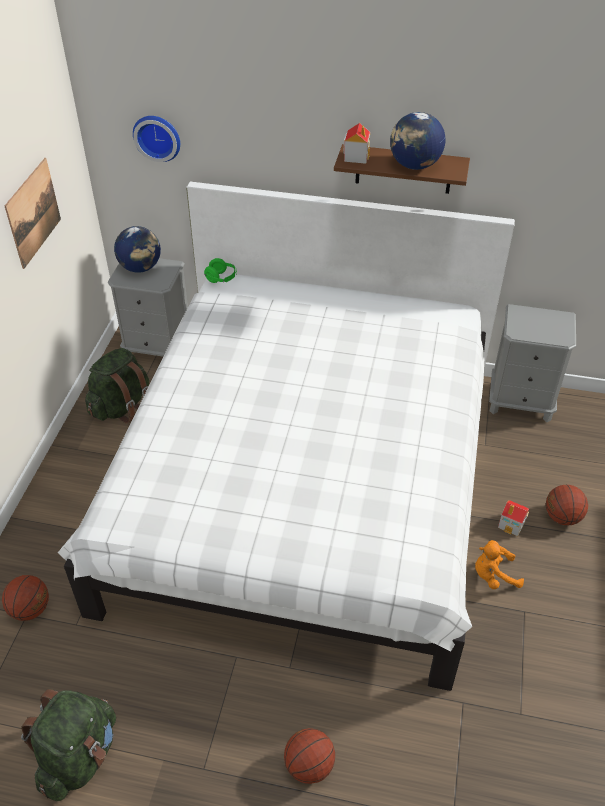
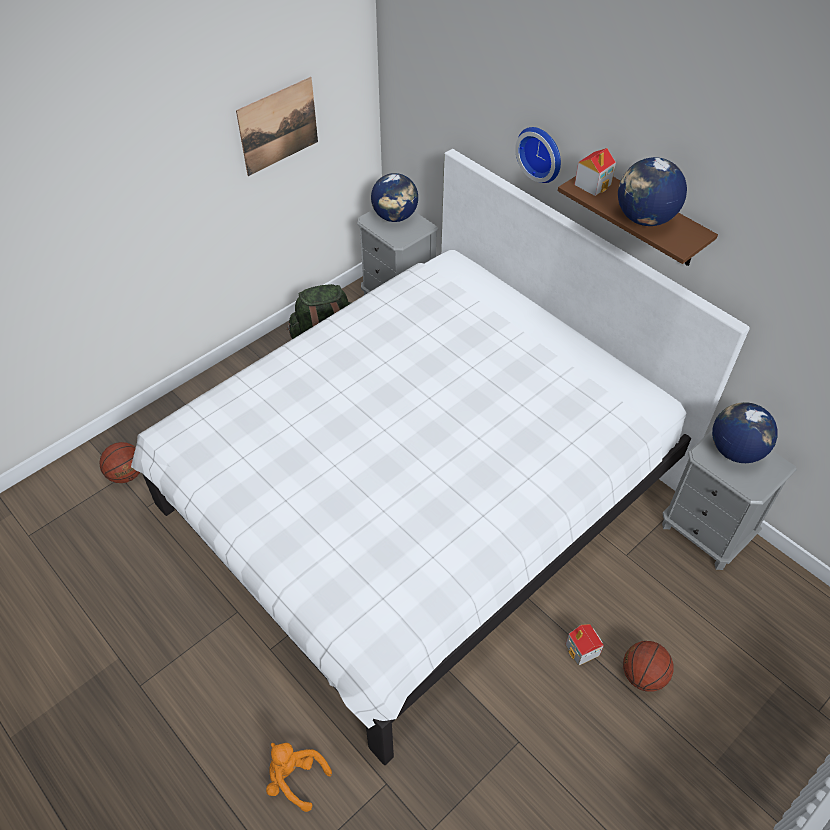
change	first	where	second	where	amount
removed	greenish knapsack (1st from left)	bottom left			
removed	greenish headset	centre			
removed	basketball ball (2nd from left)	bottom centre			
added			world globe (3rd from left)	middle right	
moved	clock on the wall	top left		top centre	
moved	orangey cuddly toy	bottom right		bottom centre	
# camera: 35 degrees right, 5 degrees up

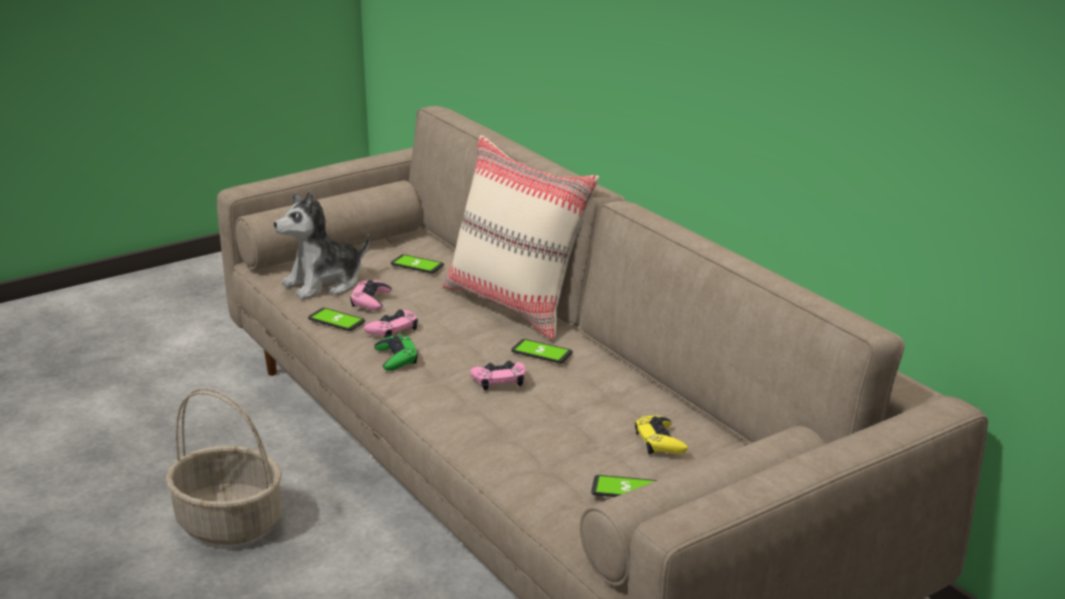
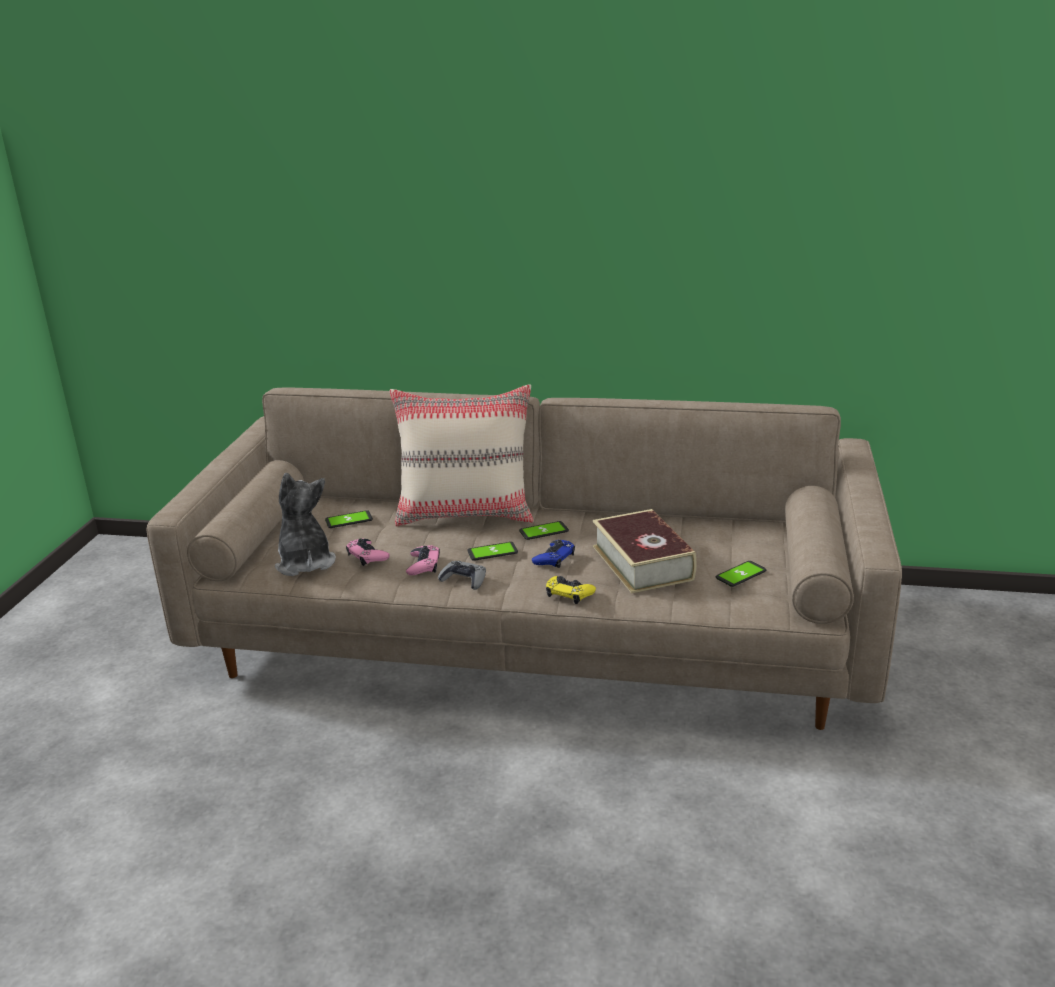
change	first	where	second	where	amount
removed	basket	bottom left			
added			bound book	centre	
moved	handset (1st from left in the first image)	middle left	handset (2nd from left)	centre	
moved	yellow-coloured gamepad	bottom centre		centre	
recoloured	greenish gamepad	centre	gray gamepad	centre	
recoloured	pinkish gamepad (3rd from left)	centre	blue-coloured gamepad	centre	
turned	cuddly toy	middle left		middle left	150 degrees clockwise
# camera: 45 degrees left, 0 degrees up

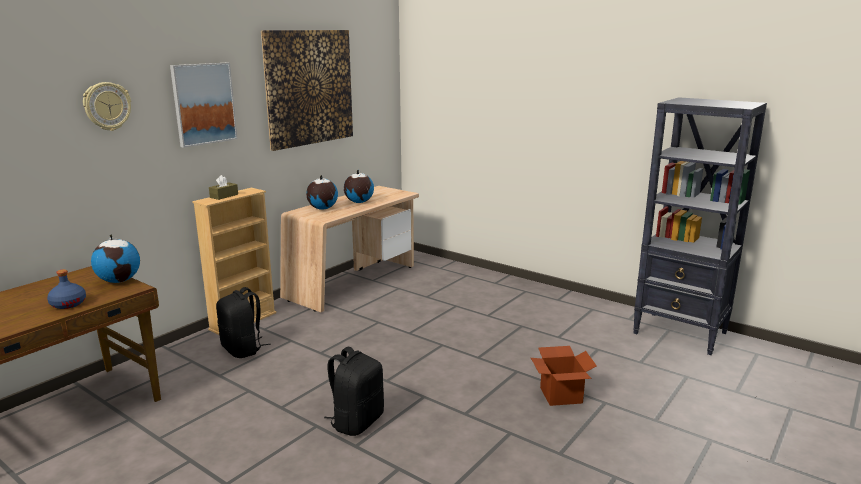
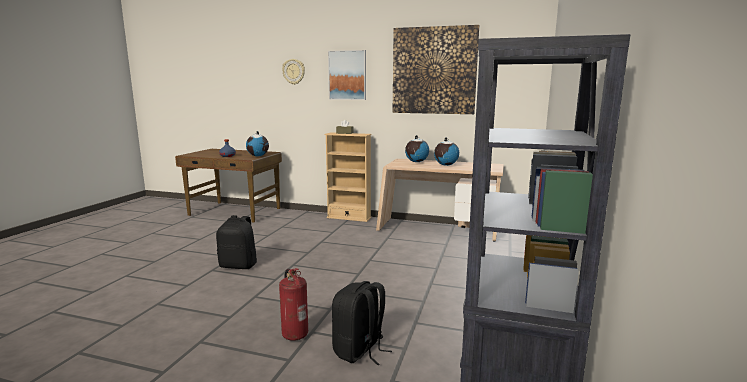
change	first	where	second	where	amount
moved	black-coloured knapsack (1st from left in the first image)	middle left	black-coloured knapsack (2nd from left)	bottom centre	
replaced	carton	bottom centre	fire extinguisher	bottom centre	
# camera: 70 degrees right, 5 degrees down

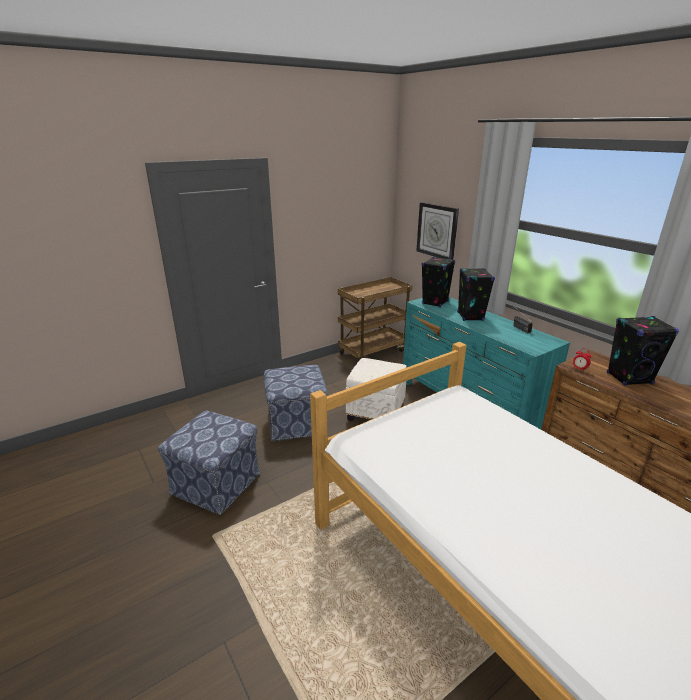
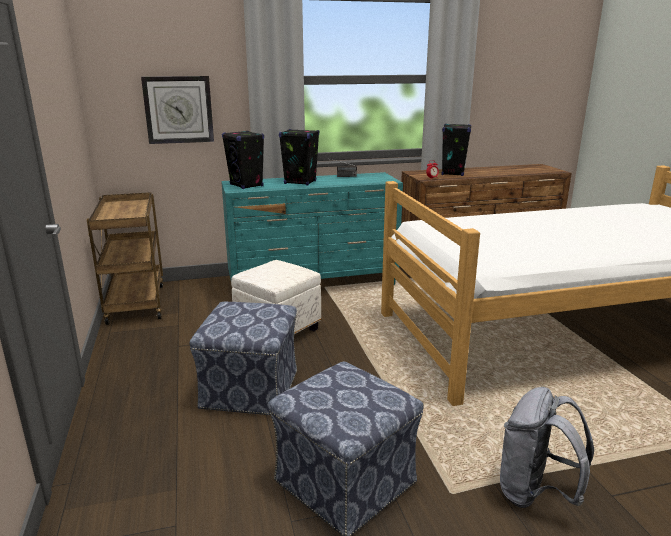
change	first	where	second	where	amount
added			gray knapsack	bottom right	
# camera: 70 degrees left, 5 degrees down

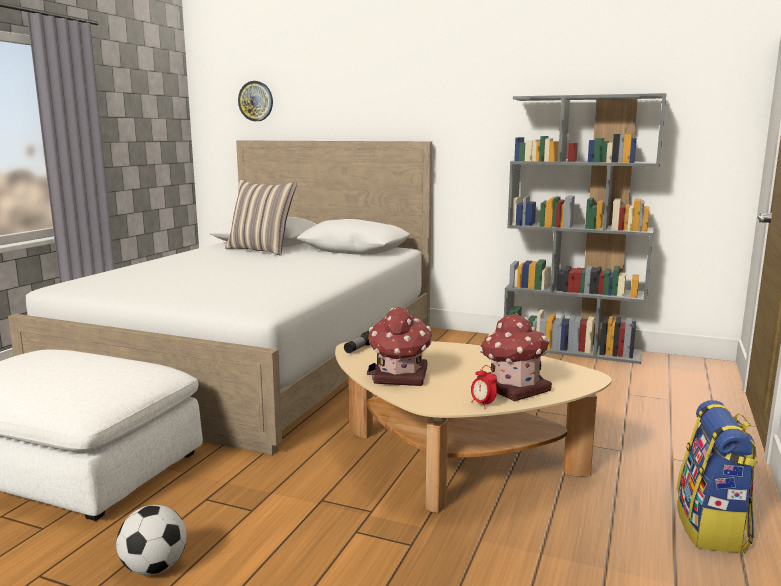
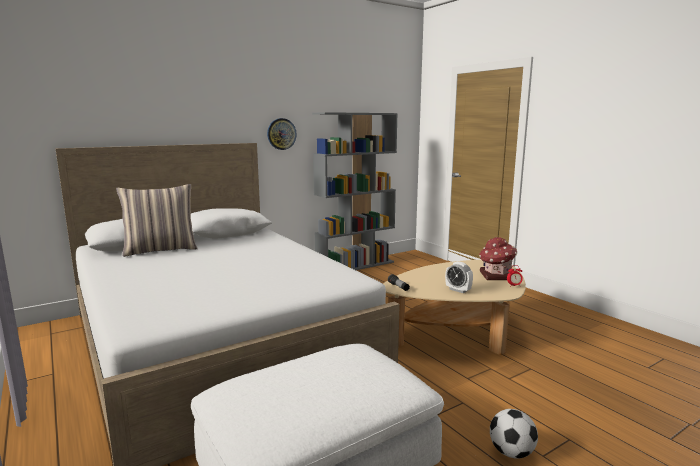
change	first	where	second	where	amount
removed	knapsack	bottom right			
moved	clock on the wall	top left		top centre	
replaced	miniature house (1st from left)	centre	alarm clock (1st from left)	centre	
# camera: 55 degrees left, 0 degrees up

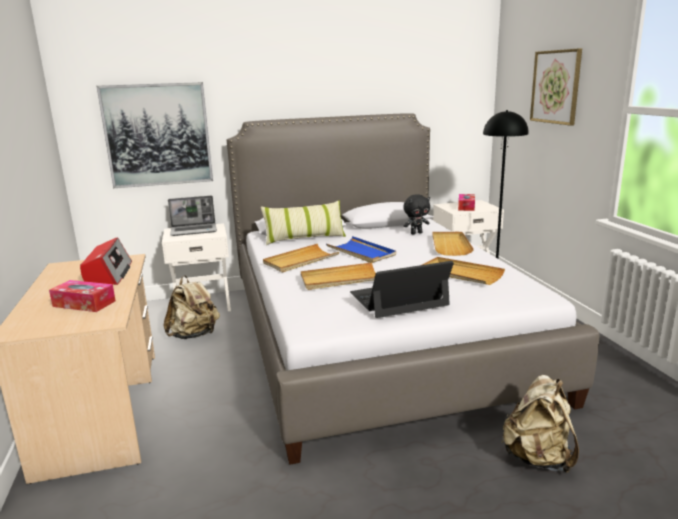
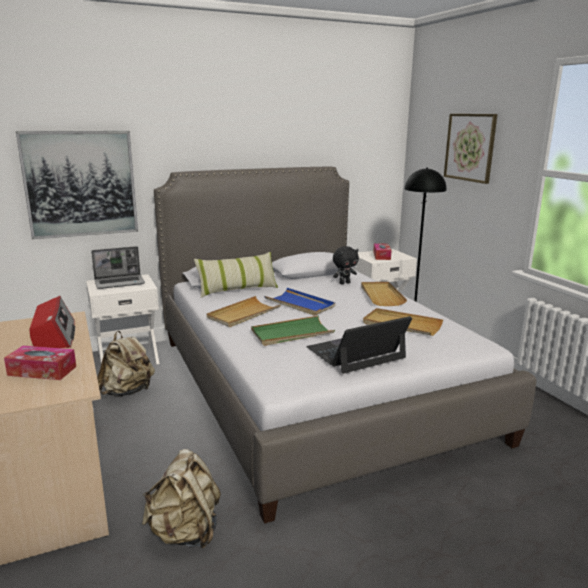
change	first	where	second	where	amount
moved	beige knapsack (2nd from left)	bottom right		bottom left	
recoloured	beige tray (2nd from left)	centre	greenish tray	centre	
# camera: 10 degrees left, 0 degrees up

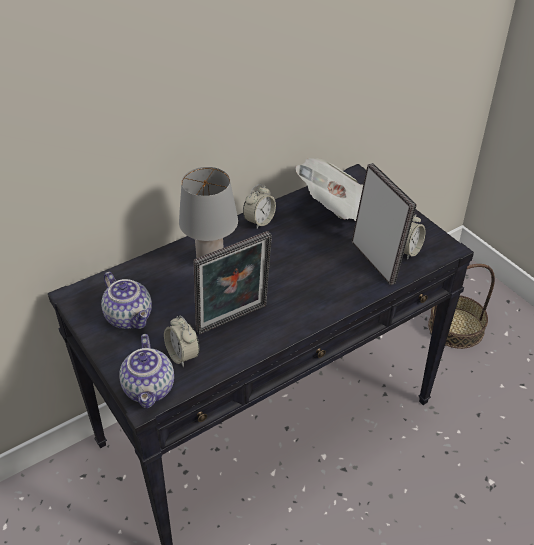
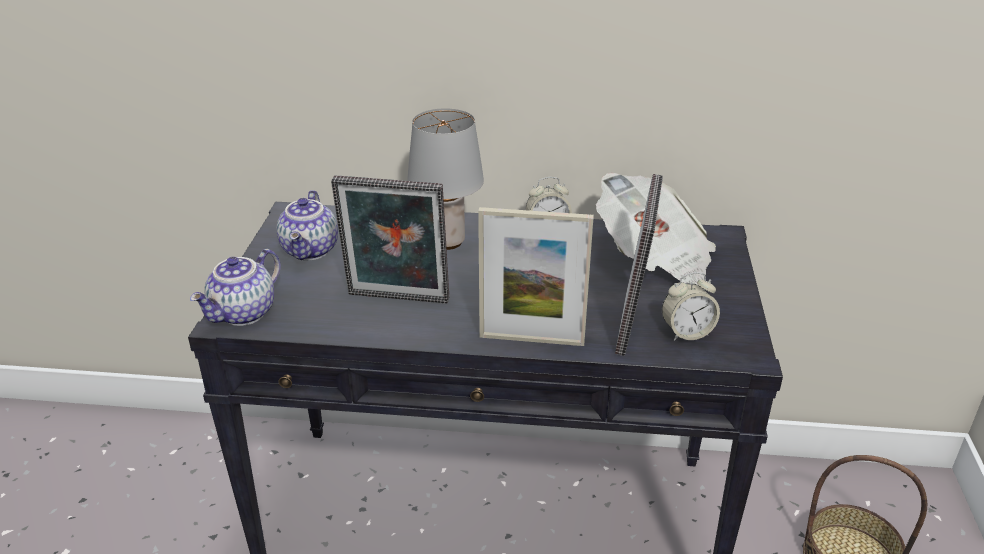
change	first	where	second	where	amount
removed	alarm clock (1st from left)	centre			
added			photo frame (2nd from left)	centre	
# camera: 40 degrees right, 10 degrees down

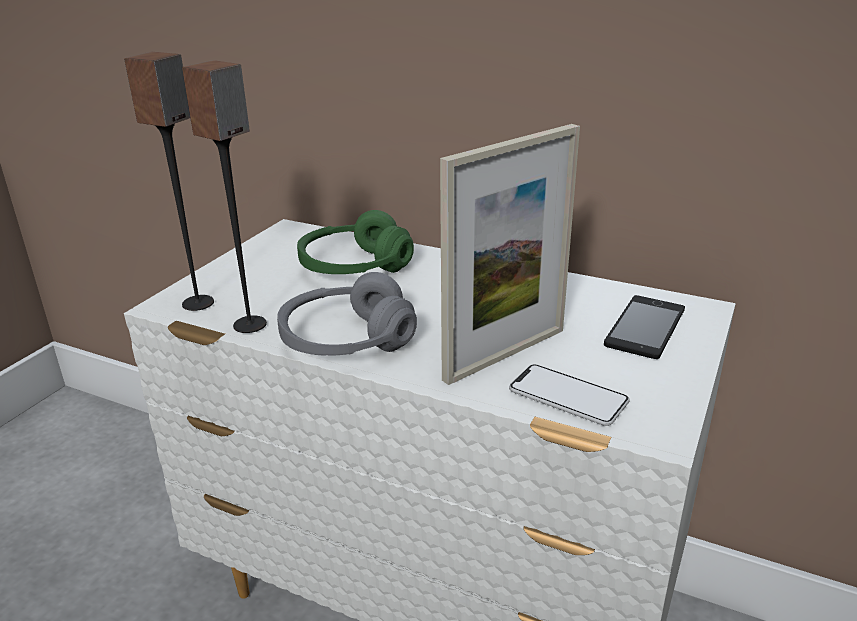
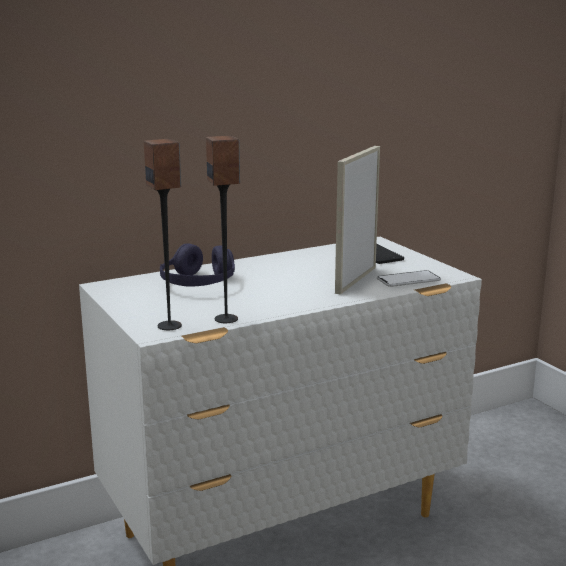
change	first	where	second	where	amount
removed	gray headset	centre			
recoloured	greenish headset	centre	purple-coloured headset	centre	
turned	photo frame	centre		centre	150 degrees counterclockwise
# camera: 55 degrees left, 10 degrees down

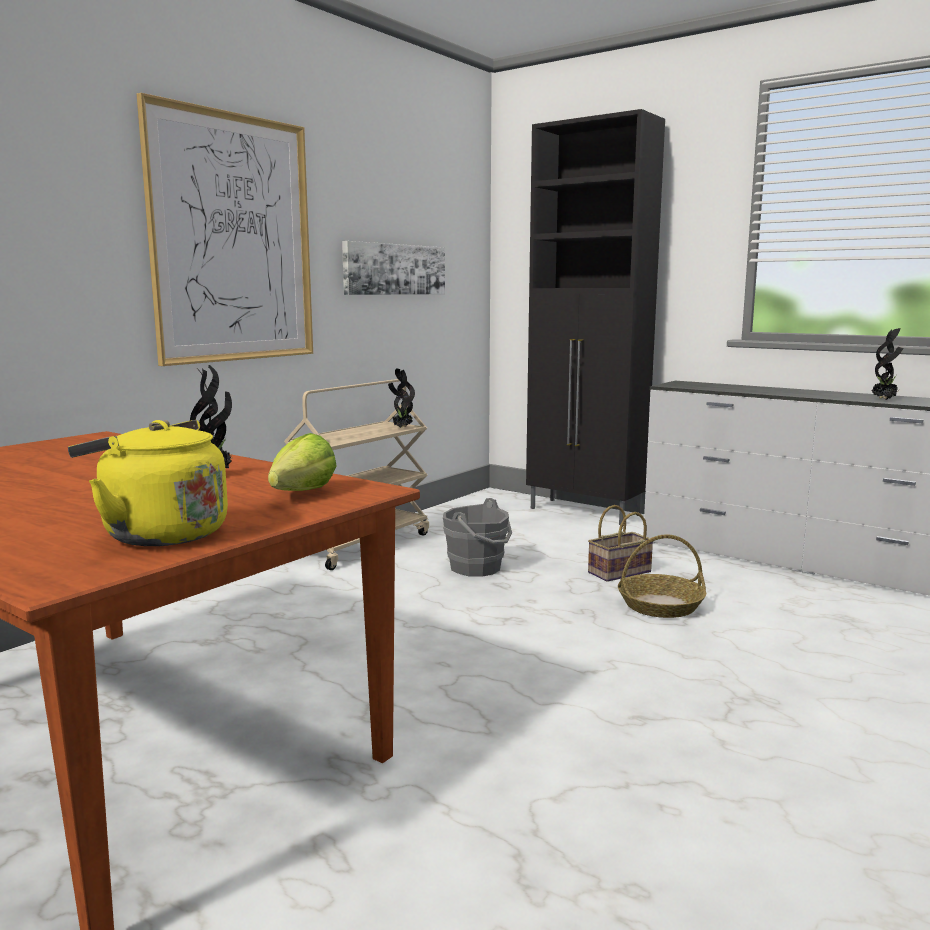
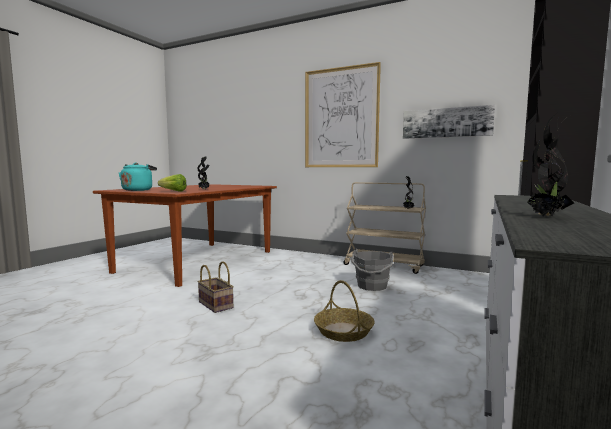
change	first	where	second	where	amount
moved	basket (1st from left)	middle right		bottom centre	
recoloured	yellow-coloured kettle	middle left	turquoise kettle	middle left	
# camera: 80 degrees right, 5 degrees down

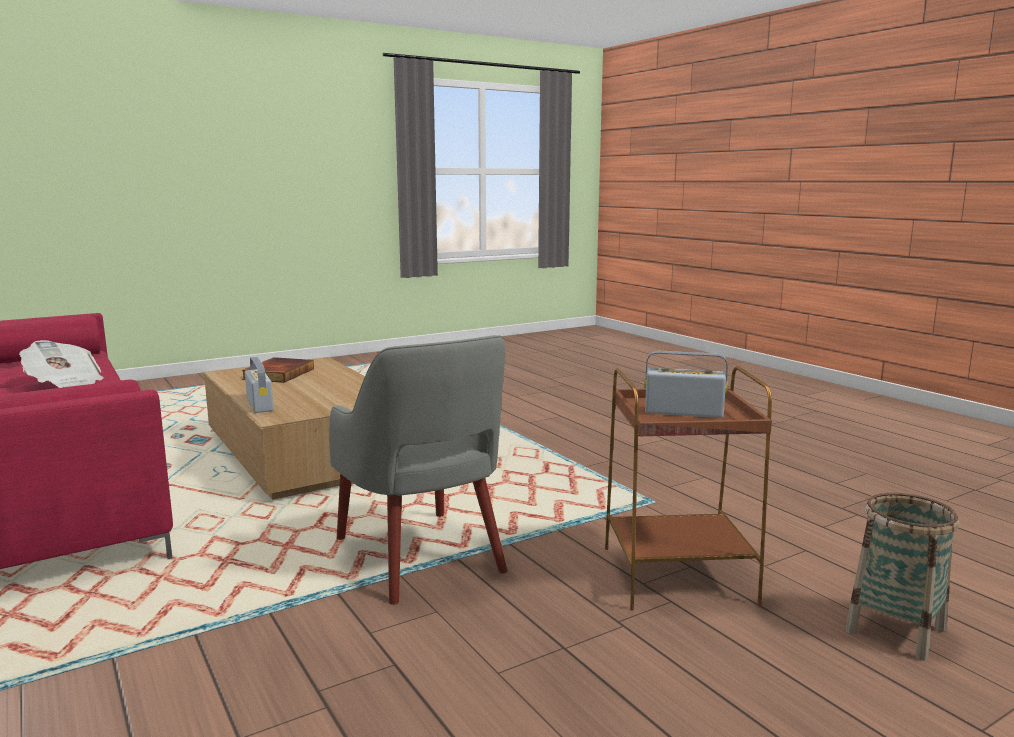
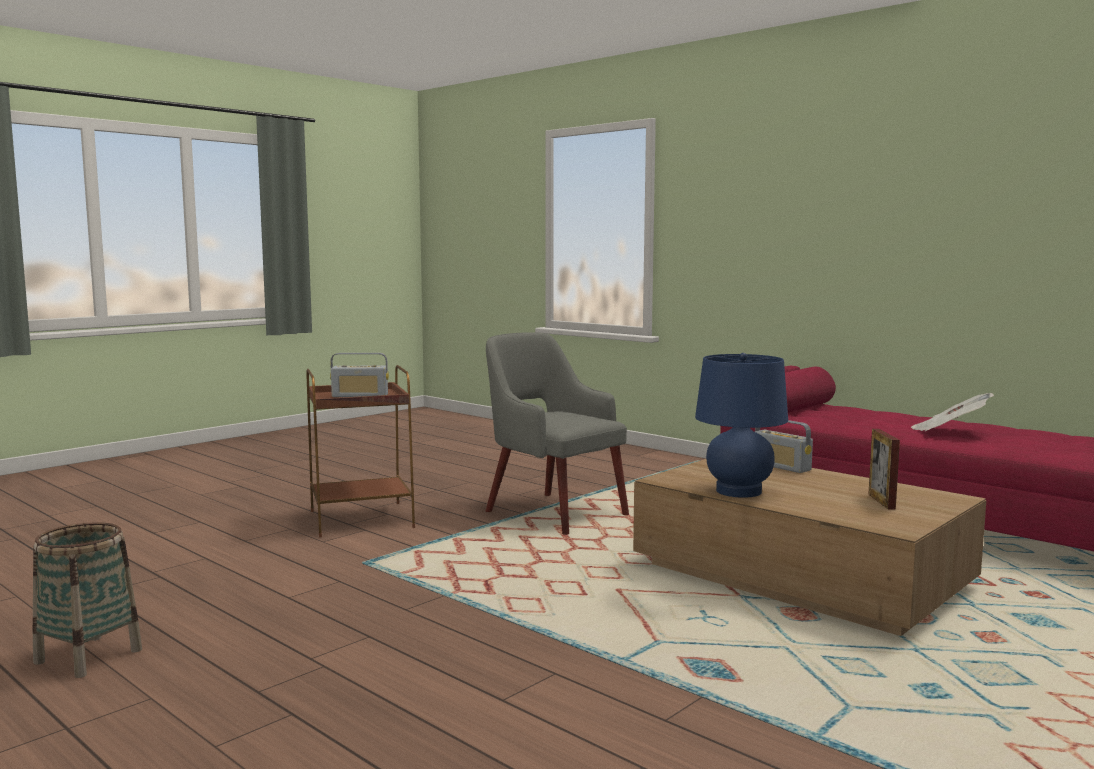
change	first	where	second	where	amount
added			blue-coloured table lamp	middle right	
moved	basket	bottom right		bottom left	
replaced	bound book	middle left	photo frame	middle right	
# camera: 165 degrees right, 5 degrees down

